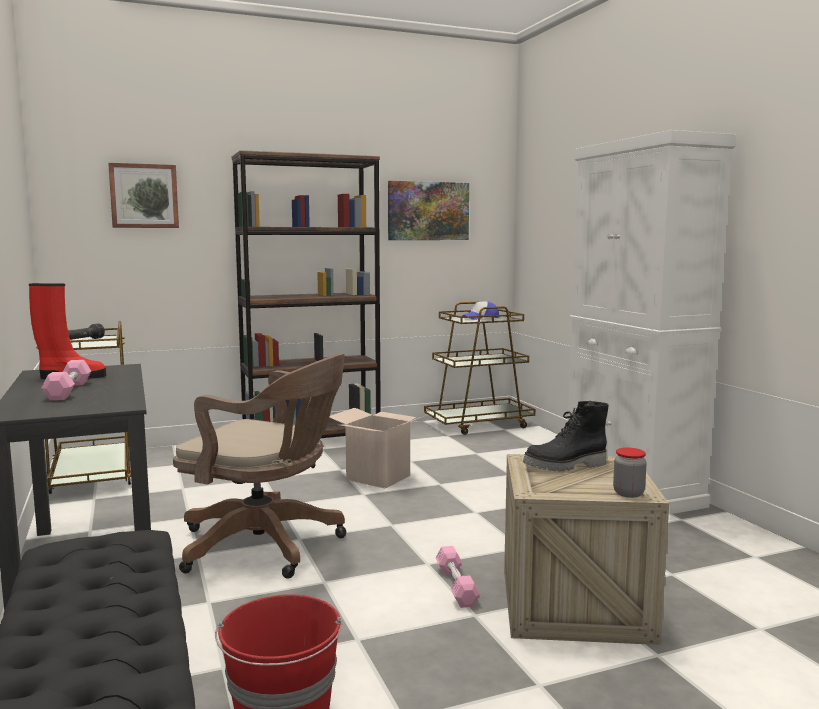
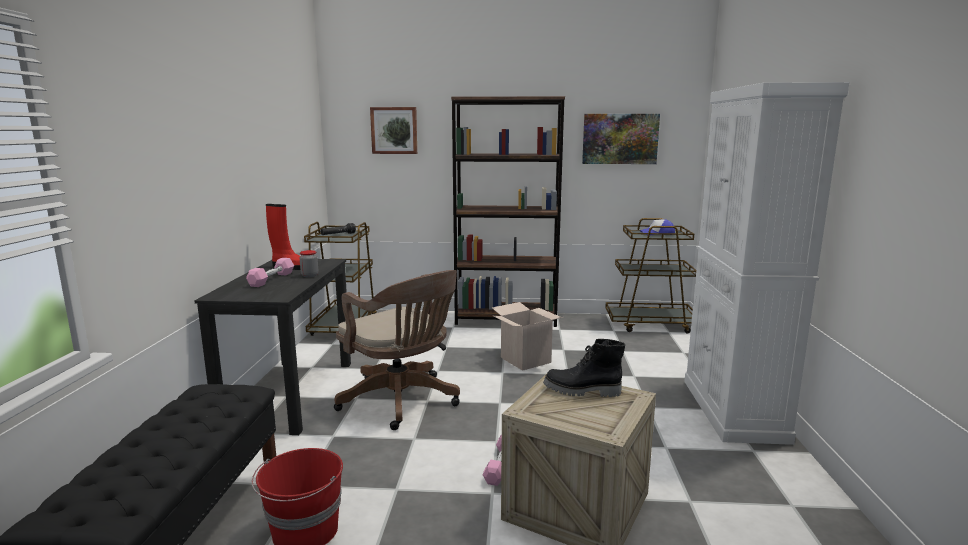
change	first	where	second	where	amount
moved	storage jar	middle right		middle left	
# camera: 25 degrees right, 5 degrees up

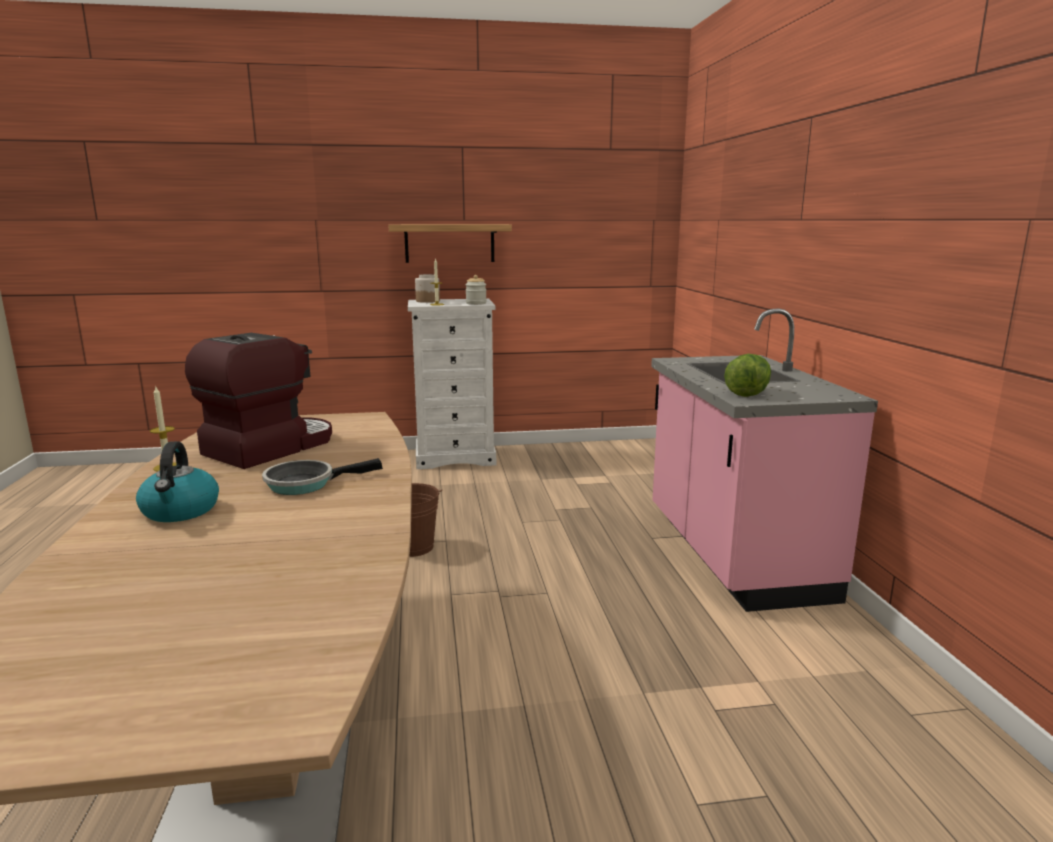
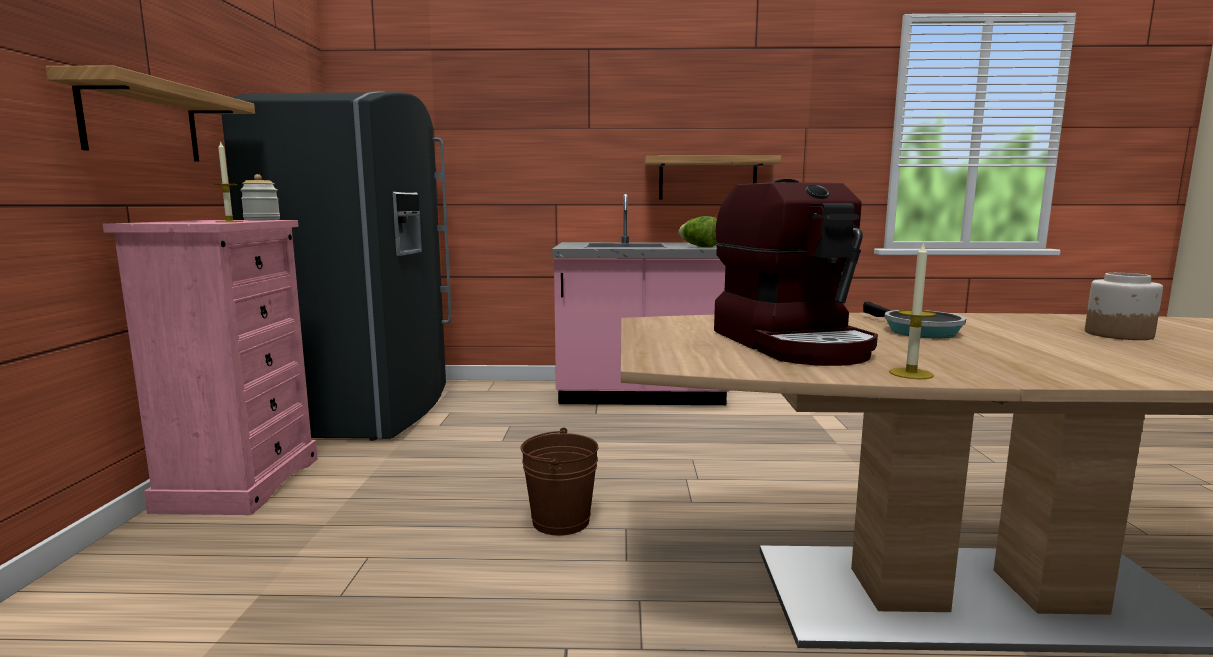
change	first	where	second	where	amount
removed	kettle	middle left			
added			gray kitchen fridge	middle left	
added			shelf (2nd from left)	top centre	
moved	storage jar (1st from left in the first image)	centre	storage jar (2nd from left)	middle right	
recoloured	whitish dresser	centre	pinkish dresser	middle left	
turned	coffee brewer	middle left		centre	150 degrees counterclockwise
# camera: 80 degrees left, 5 degrees down

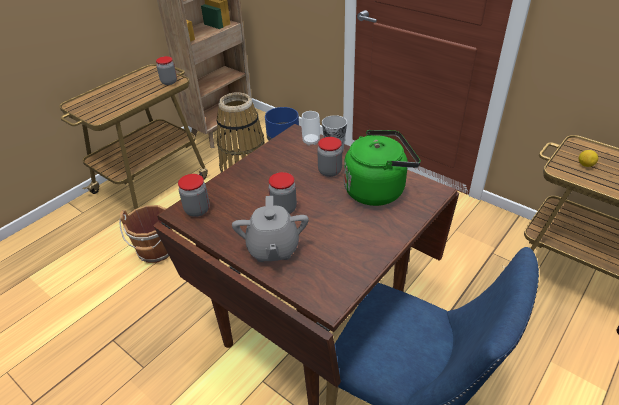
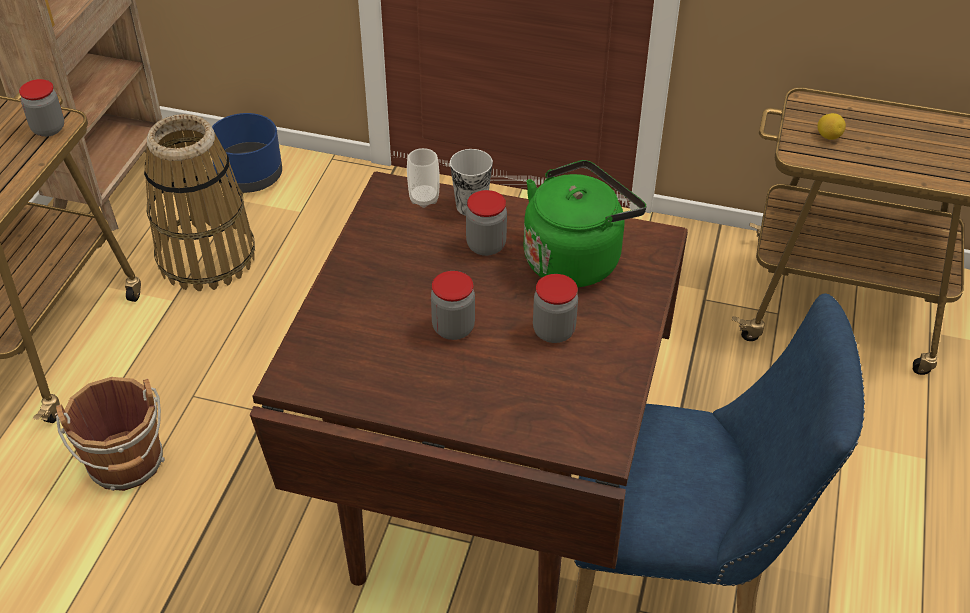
change	first	where	second	where	amount
removed	gray pot for tea	centre			
moved	storage jar (2nd from left in the first image)	middle left	storage jar (4th from left)	centre	
# camera: 25 degrees left, 5 degrees up

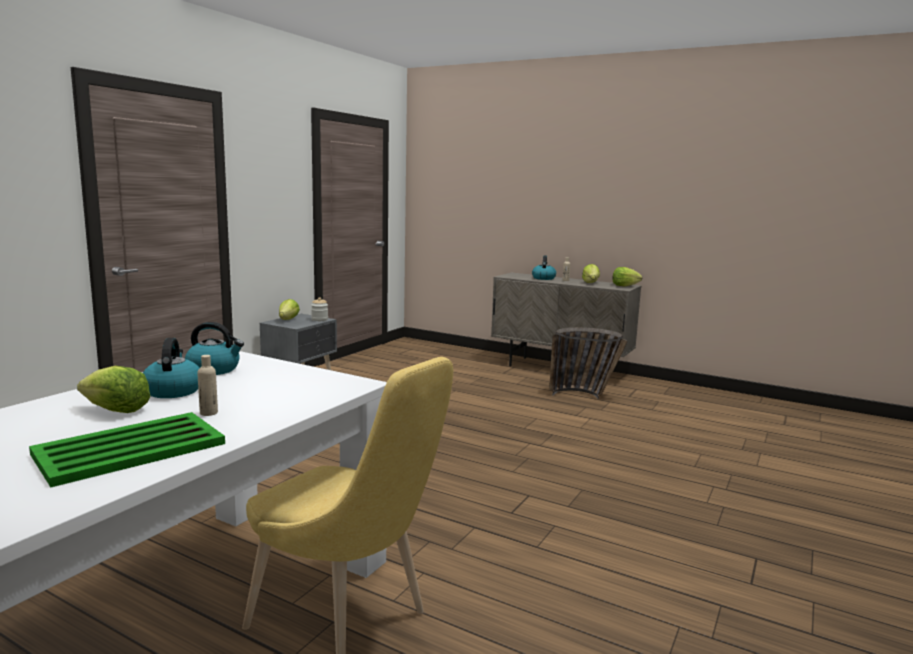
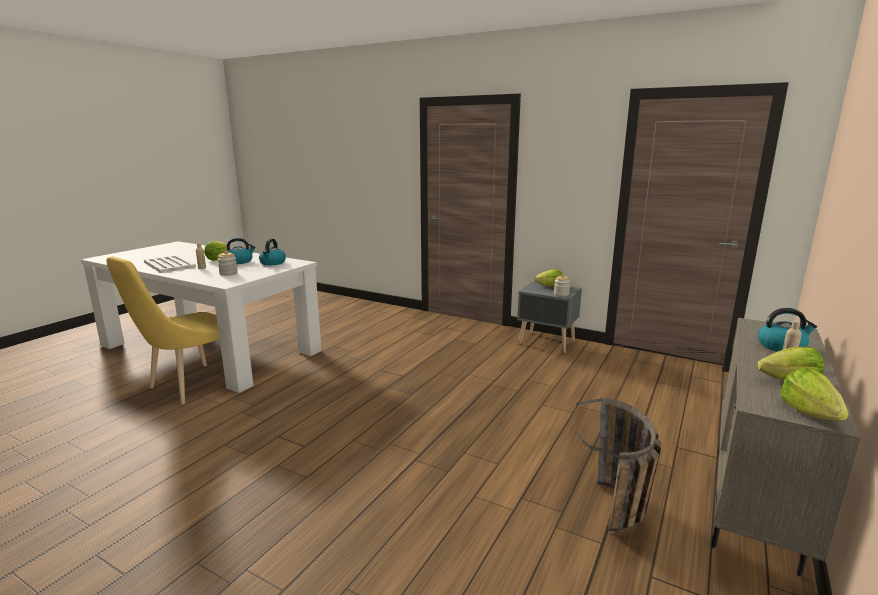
change	first	where	second	where	amount
added			storage jar (1st from left)	middle left	
recoloured	greenish tray	bottom left	whitish tray	middle left	
# camera: 90 degrees right, 5 degrees up

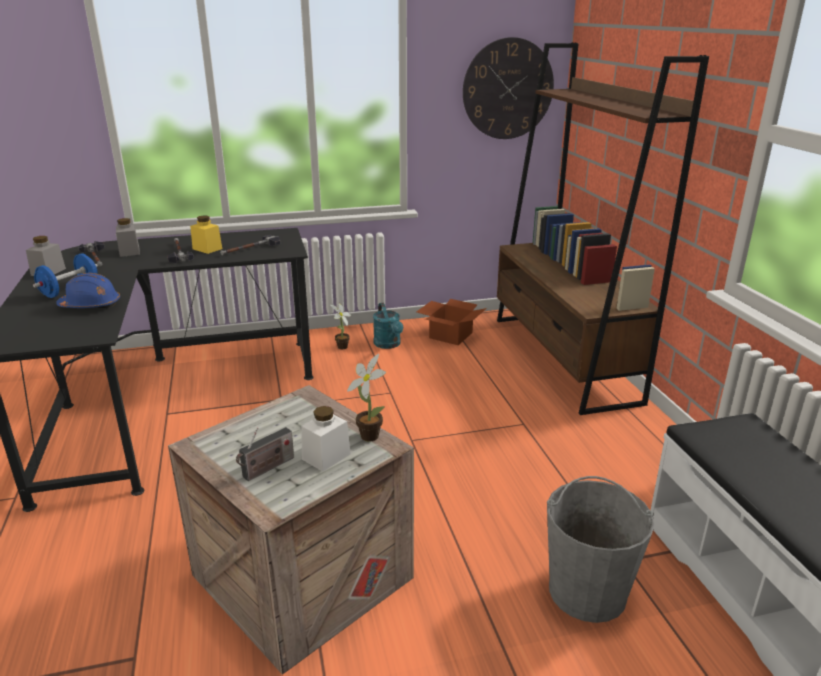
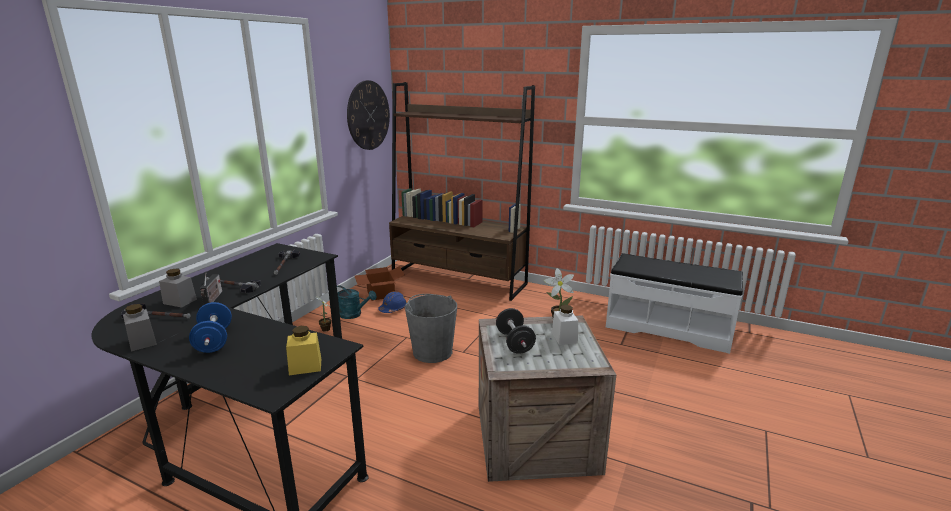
change	first	where	second	where	amount
added			black-coloured dumbbell	centre	
moved	blue-coloured hard hat	middle left		centre	
moved	yellow-coloured storage jar	middle left		bottom left	
moved	radio	bottom left		middle left	
moved	gray bucket	bottom right		centre	
# camera: 50 degrees left, 5 degrees down

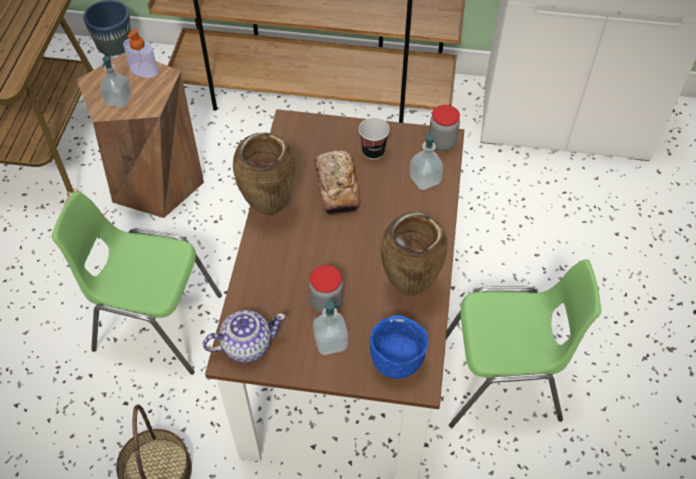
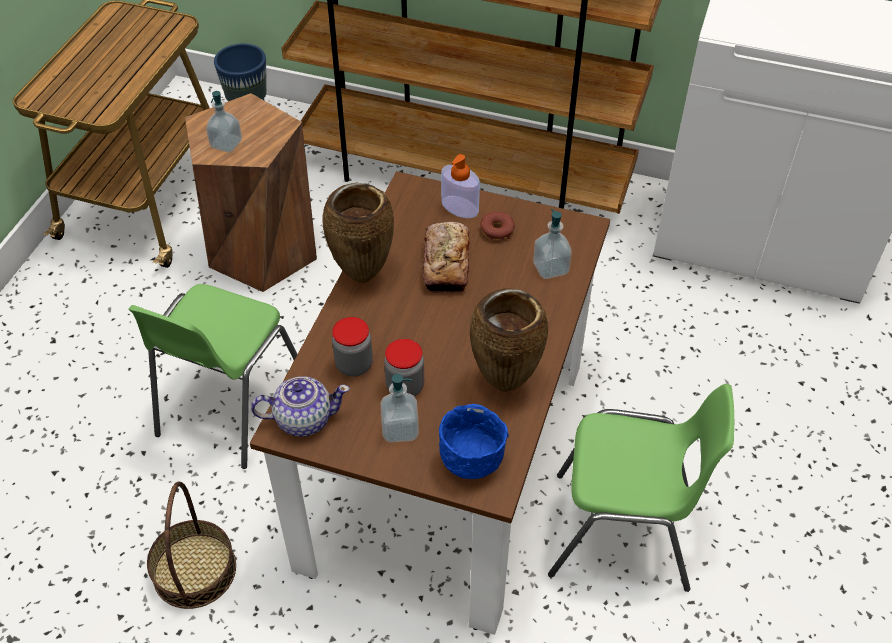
change	first	where	second	where	amount
moved	soap dispenser (2nd from left in the first image)	top left	soap dispenser (3rd from left)	top centre	
moved	storage jar (2nd from left in the first image)	top centre	storage jar (1st from left)	centre	
replaced	small cup	top centre	doughnut	centre	
turned	greenish chair (1st from left)	middle left		middle left	90 degrees counterclockwise
# camera: 10 degrees right, 5 degrees down

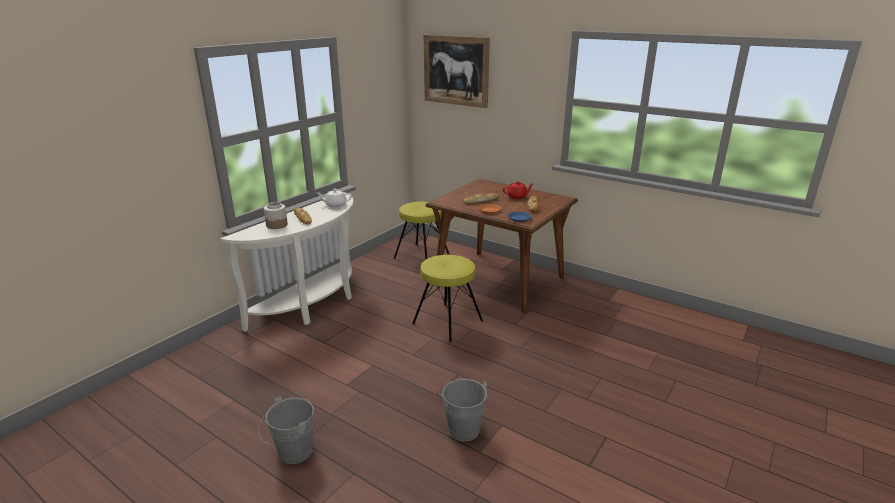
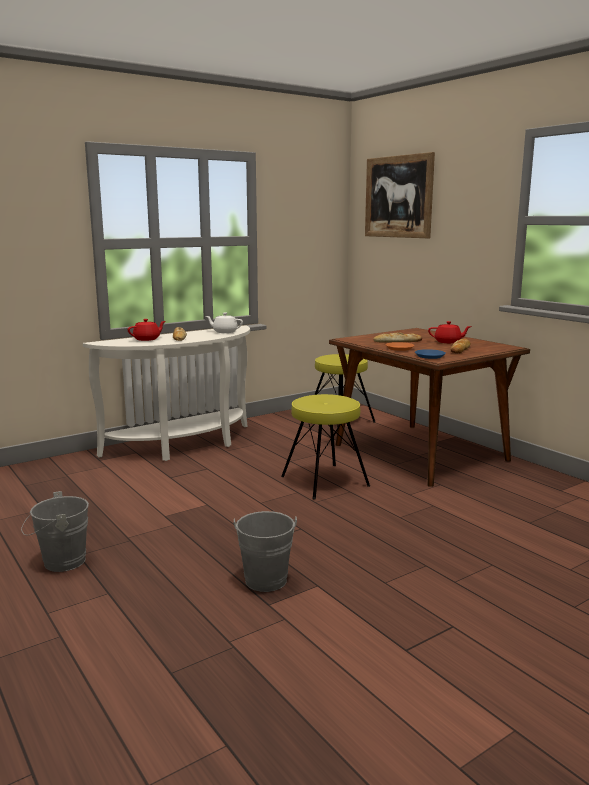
change	first	where	second	where	amount
replaced	storage jar	middle left	reddish pot for tea (1st from left)	middle left	
# camera: 20 degrees right, 10 degrees down

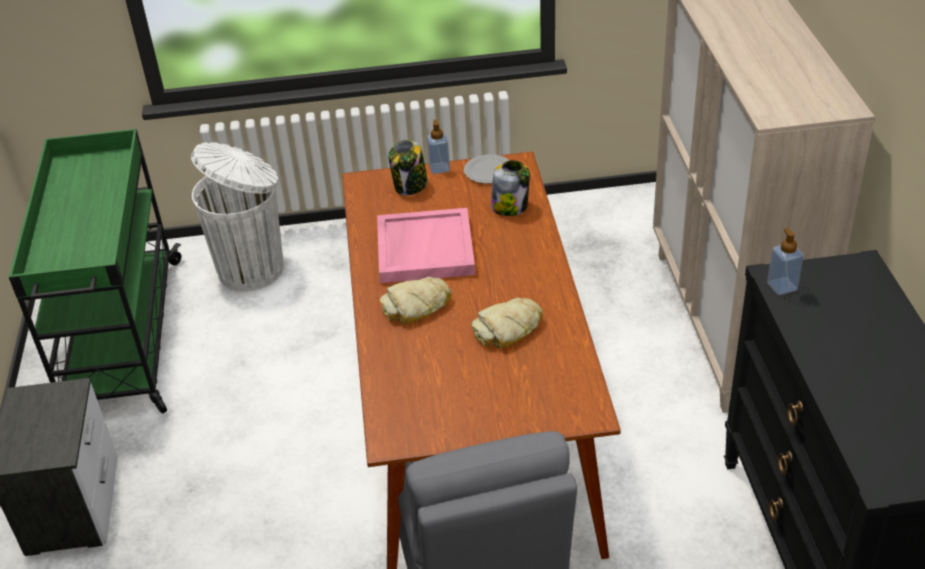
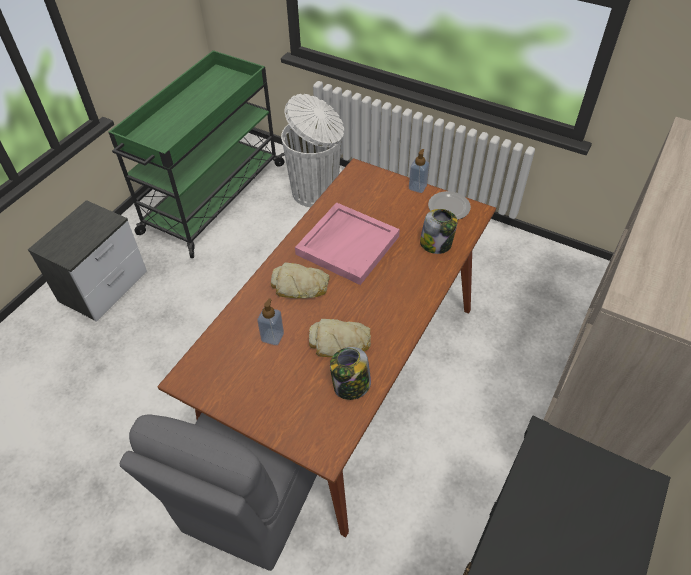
change	first	where	second	where	amount
moved	storage jar (1st from left)	top centre		centre	
moved	soap dispenser (2nd from left in the first image)	middle right	soap dispenser (1st from left)	centre	
# camera: 35 degrees right, 10 degrees up

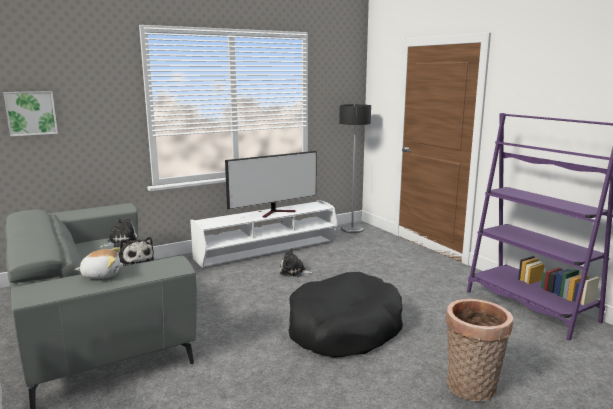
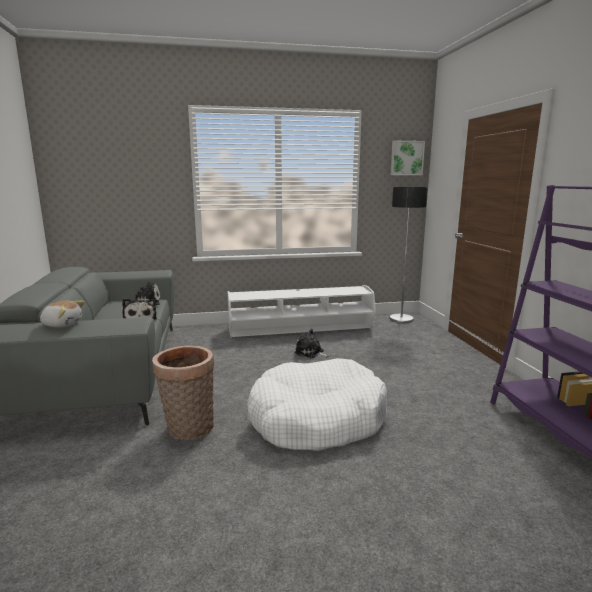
change	first	where	second	where	amount
removed	television	centre			
moved	wall art	top left		top right	
moved	basket	bottom right		middle left	
recoloured	black-coloured dog bed	bottom centre	whitish dog bed	bottom centre	
# camera: 20 degrees right, 0 degrees up

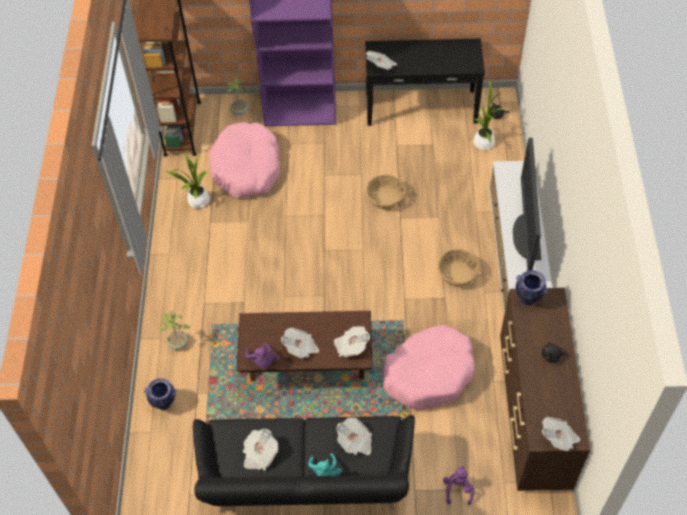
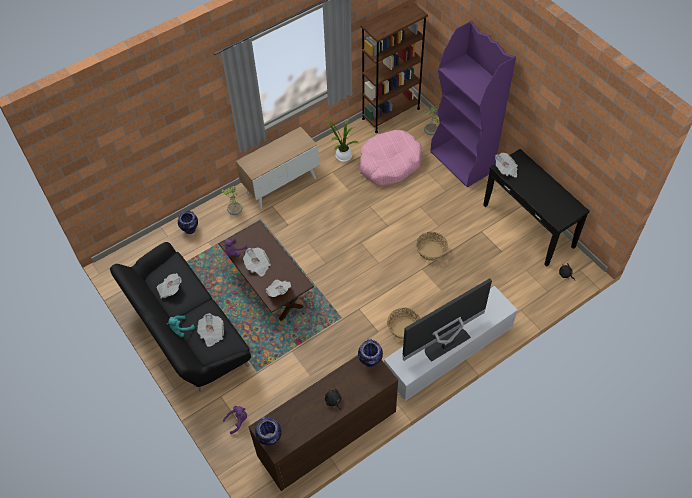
change	first	where	second	where	amount
removed	pinkish dog bed (2nd from left)	bottom centre			
removed	potted plant (4th from left)	top right			
added			cupboard	centre	
replaced	printed paper (6th from left)	bottom right	vase (2nd from left)	bottom centre	
# camera: 55 degrees right, 0 degrees up

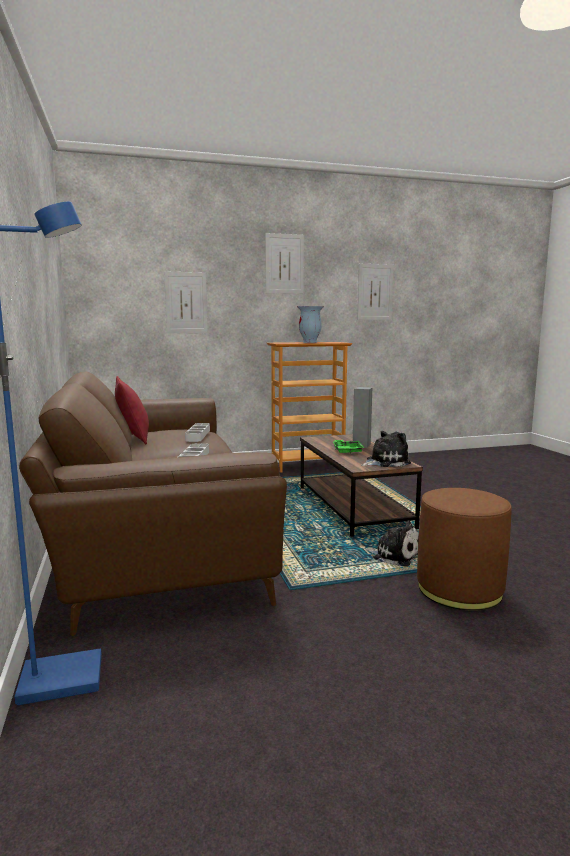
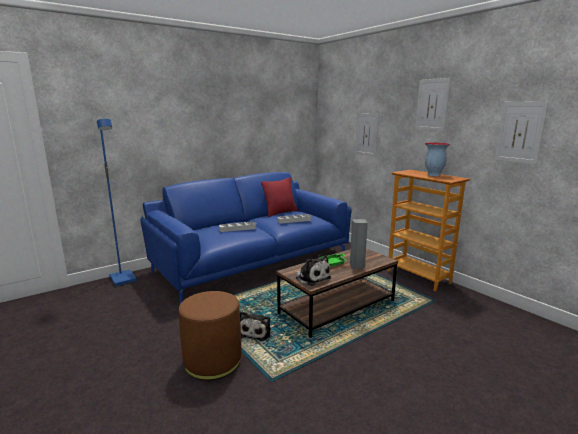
change	first	where	second	where	amount
recoloured	brown-coloured sofa	middle left	blue-coloured sofa	centre	
# camera: 70 degrees right, 5 degrees up

